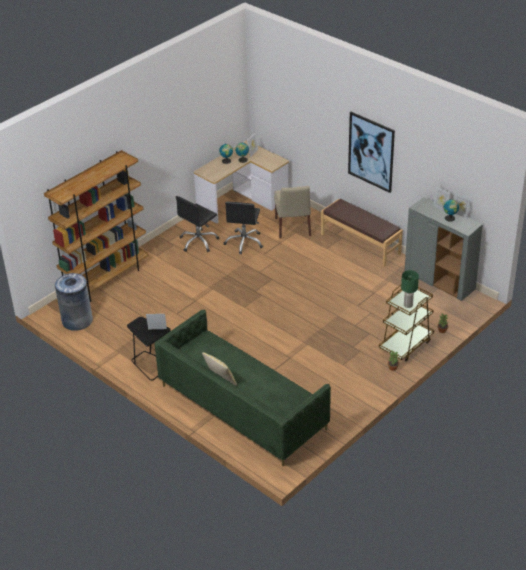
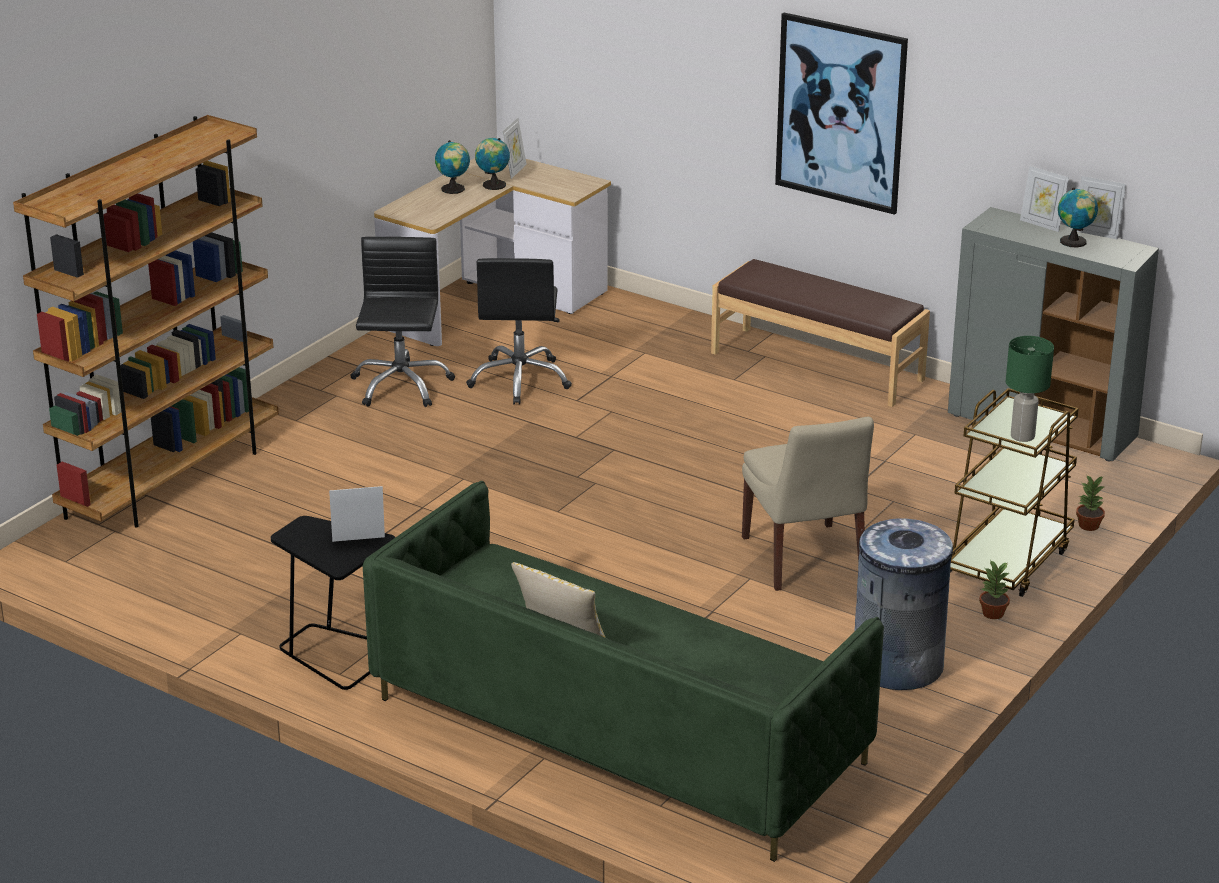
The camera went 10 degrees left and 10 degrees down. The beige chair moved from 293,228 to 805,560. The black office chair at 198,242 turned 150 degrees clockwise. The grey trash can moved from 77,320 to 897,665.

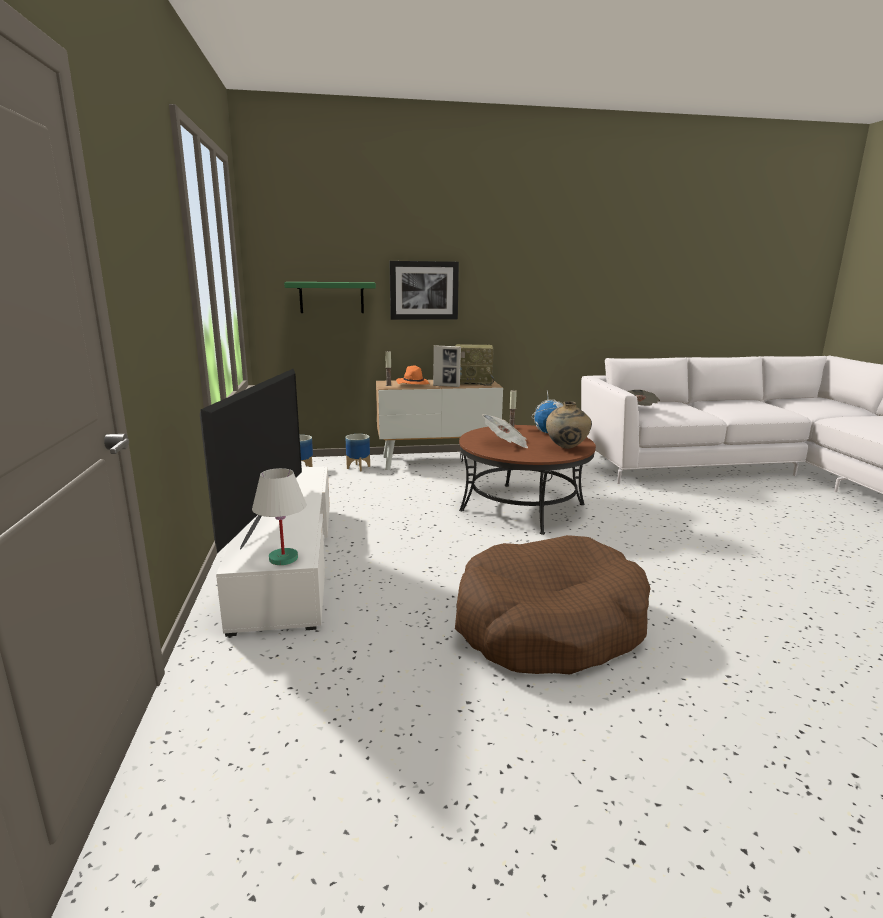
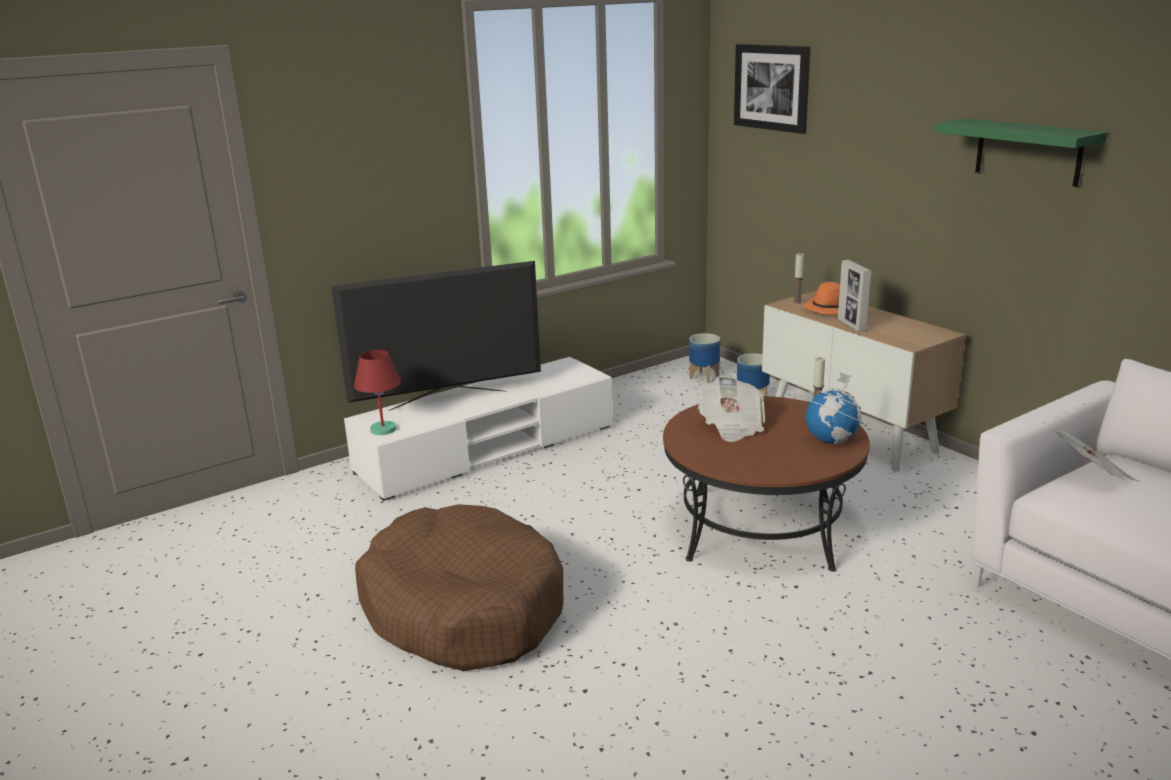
The camera went 65 degrees right and 5 degrees up. The picture moved from 424,290 to 772,87. The green shelf moved from 331,297 to 1028,152. The radio at 474,382 disappeared. The beige vase at 566,448 disappeared. The white table lamp at 283,558 became the red table lamp at 383,429.

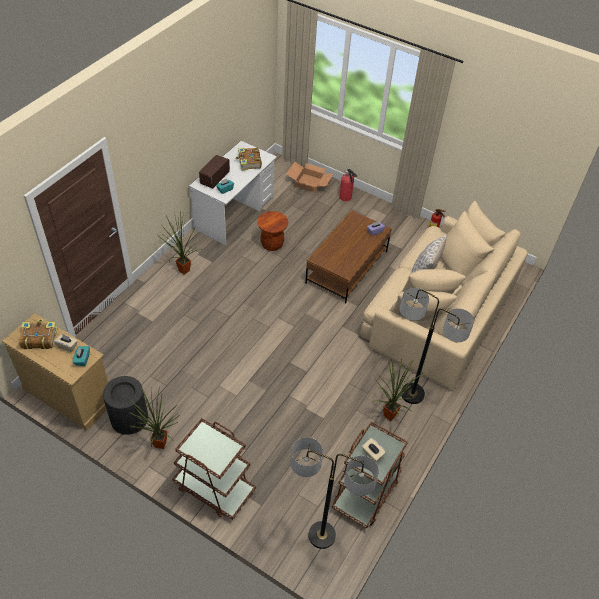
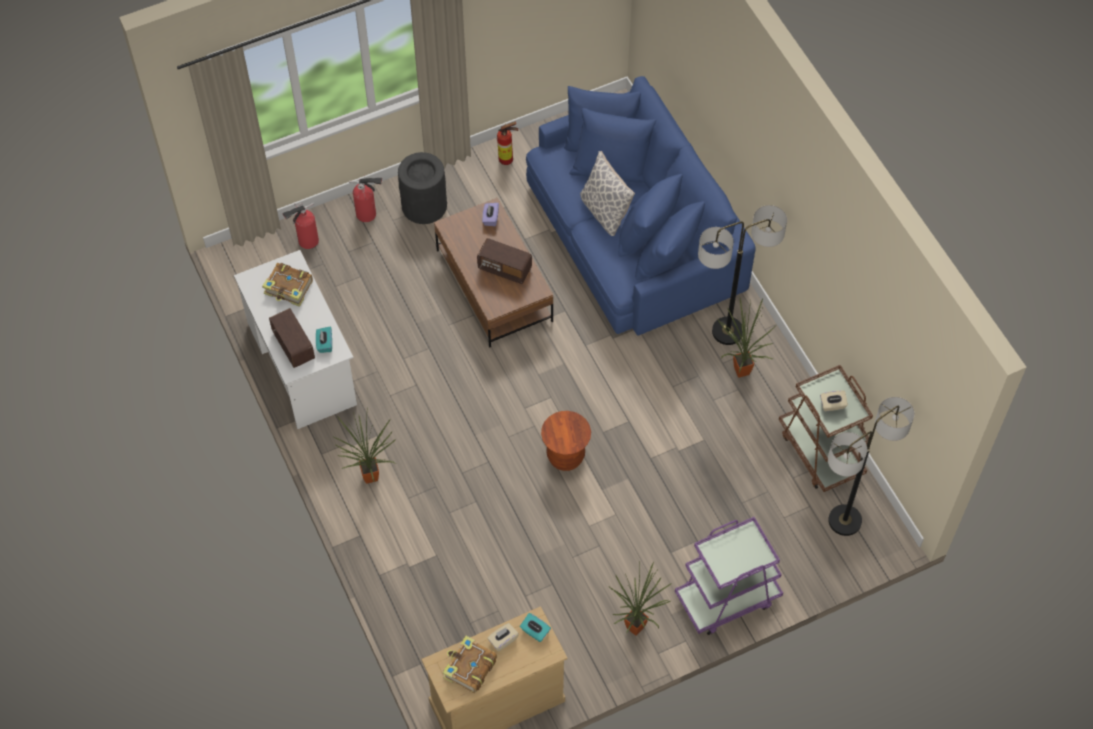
The camera went 55 degrees left and 10 degrees up. The cardboard box at 308,183 was replaced by the fire extinguisher at 306,241. The beige sofa at 438,314 became the blue sofa at 634,234. The brown stool moved from 272,244 to 565,456. The black trash can moved from 129,418 to 424,205. The brown cart at 214,488 became the purple cart at 727,598. The radio at 504,269 appeared.

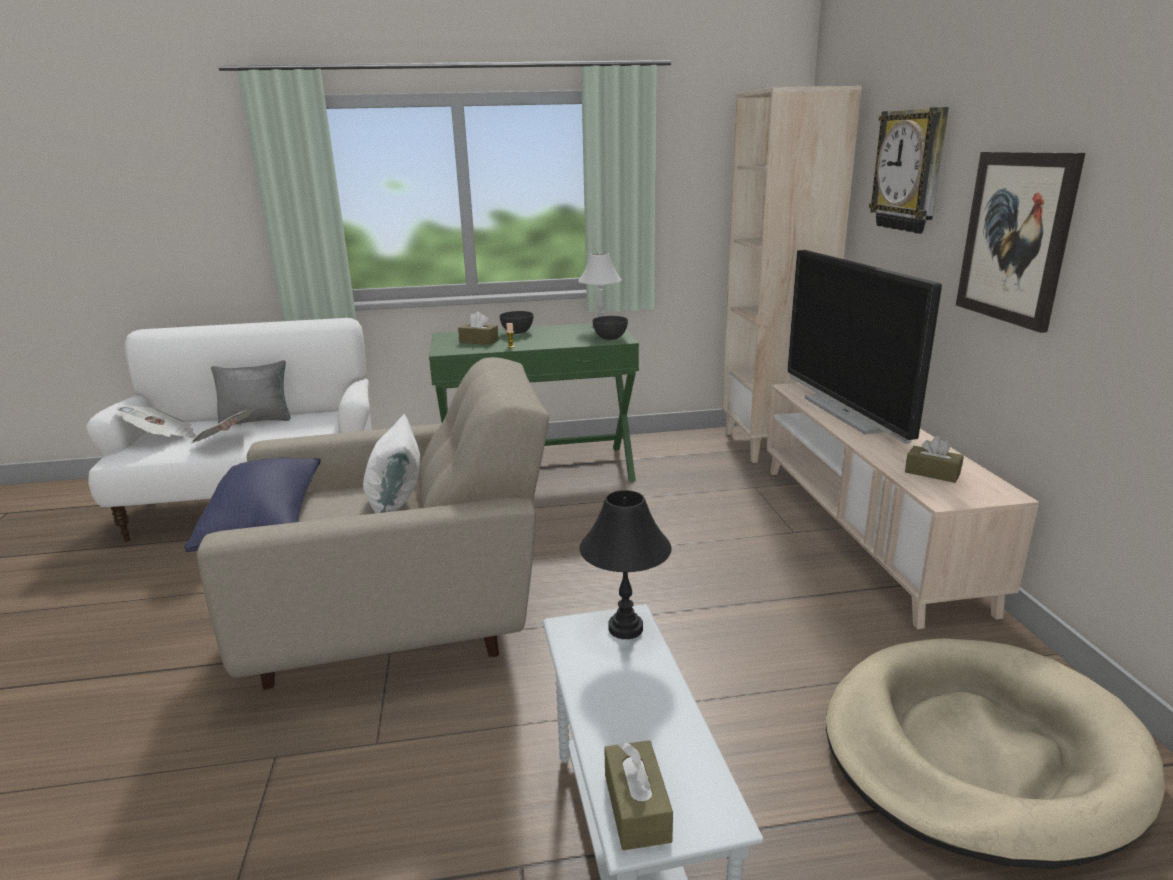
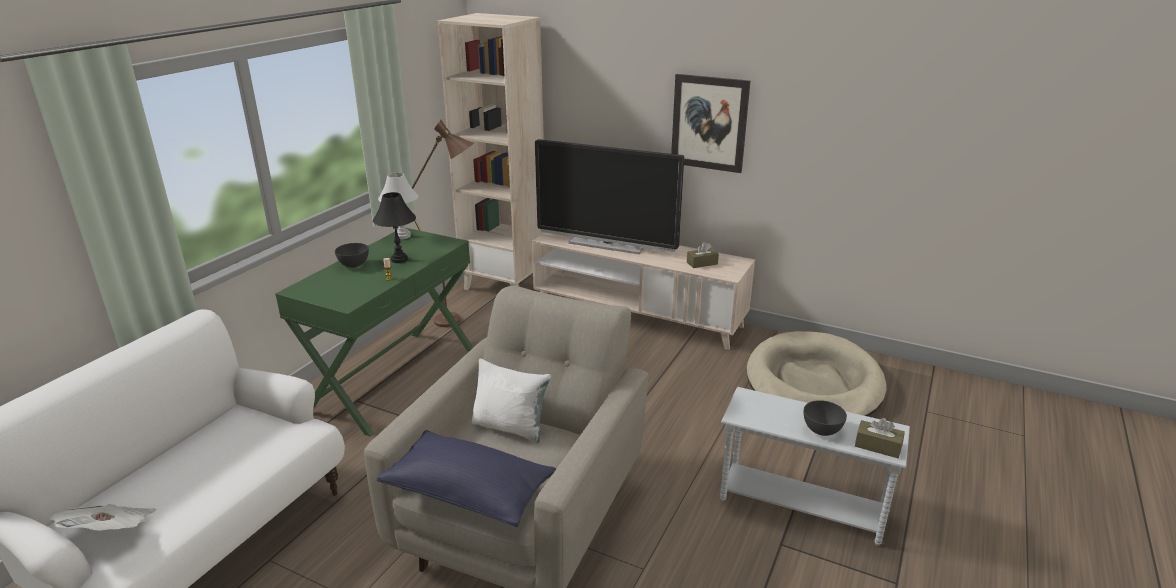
The camera went 55 degrees left and 5 degrees up. The wall clock at 910,171 disappeared. The brown tissue box at 479,341 disappeared. The grey bowl moved from 610,338 to 821,430. The grey pillow at 257,420 disappeared. The newspaper at 227,441 disappeared. The black table lamp moved from 625,629 to 399,260. The brown floor lamp at 457,321 appeared.

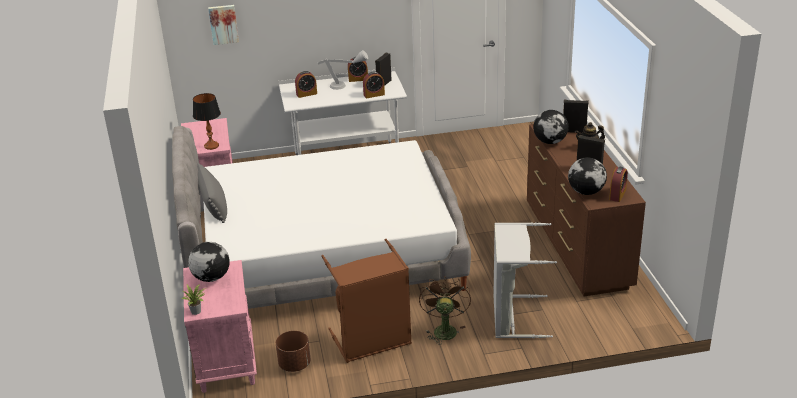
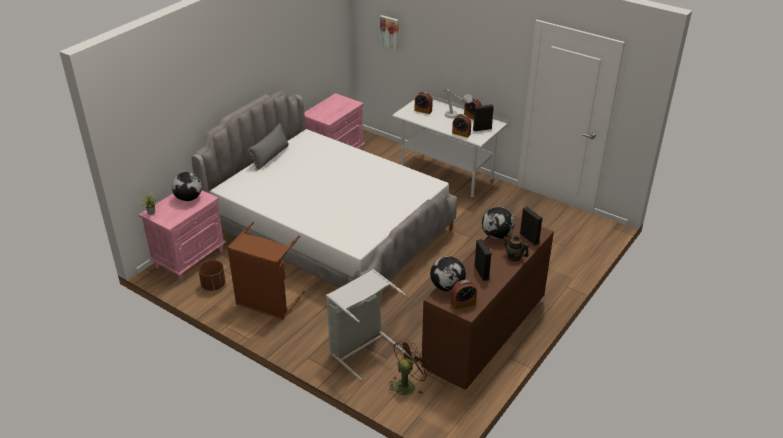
The camera went 45 degrees right and 5 degrees up. The table lamp at 211,146 disappeared. The brown fan moved from 444,329 to 407,384.

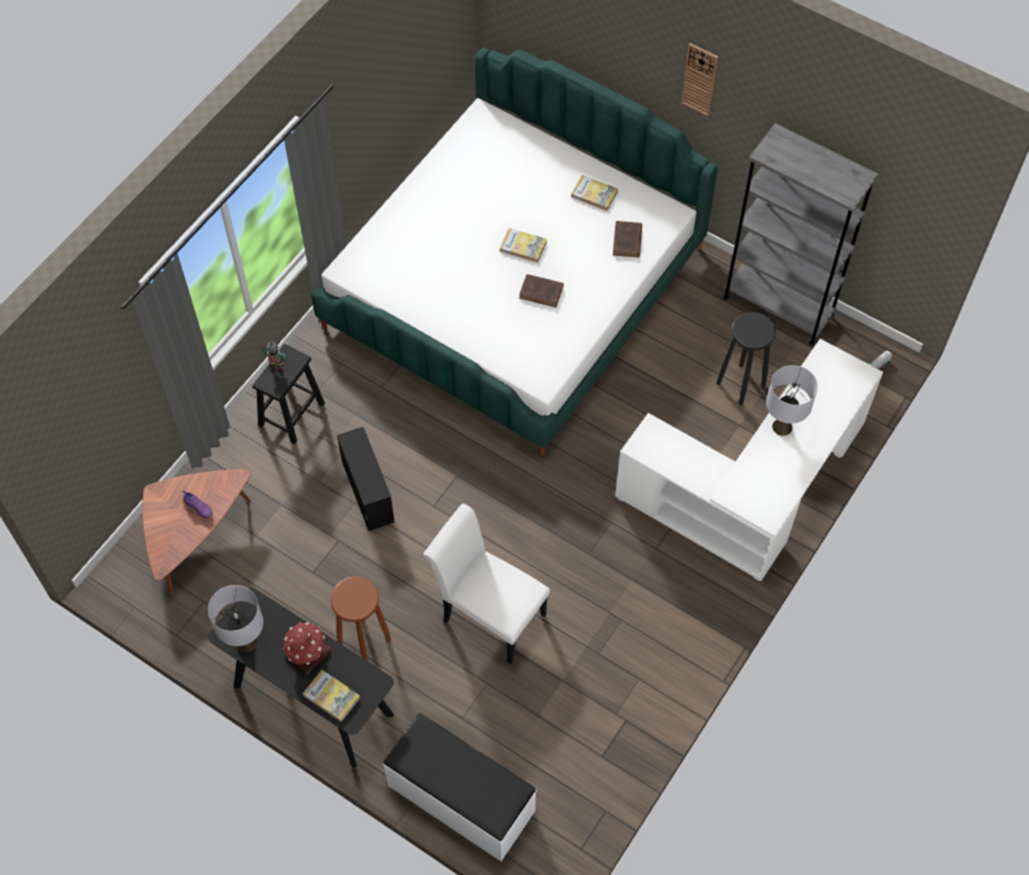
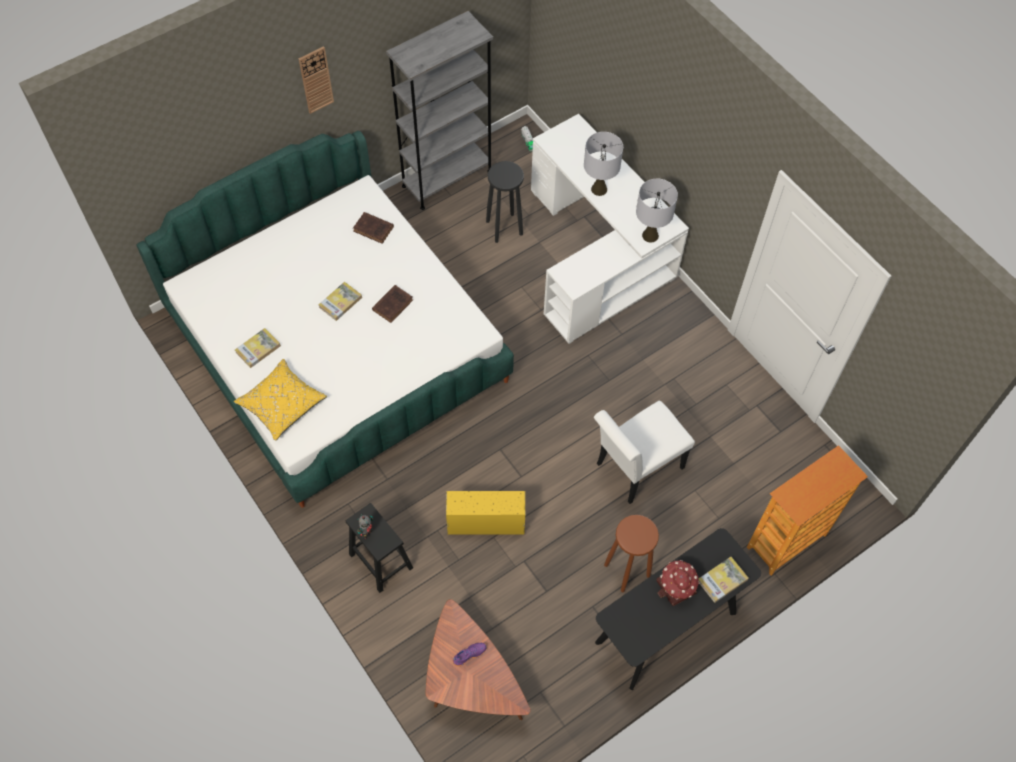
The camera went 70 degrees left and 0 degrees up. The book moved from 594,194 to 258,349. The black storage box at 367,490 became the yellow storage box at 484,523. The grey table lamp moved from 245,642 to 650,235. The white bench at 460,799 was replaced by the bookcase at 787,542. The yellow pillow at 281,404 appeared.

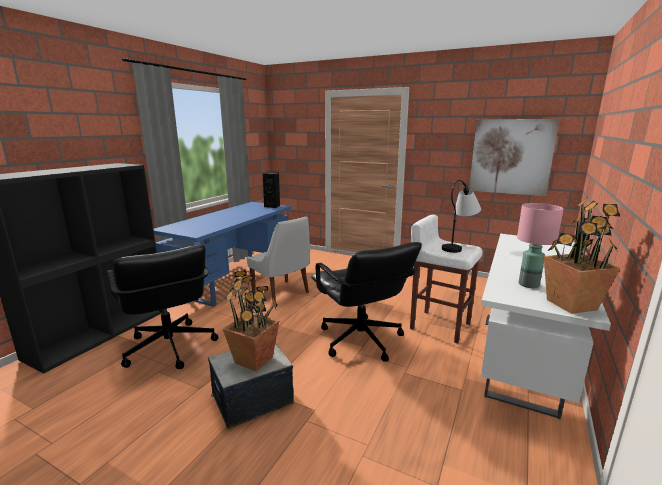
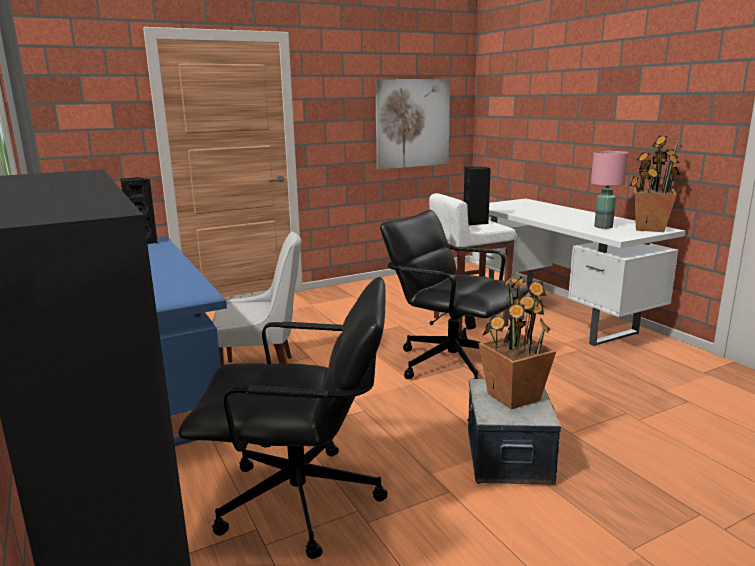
The camera went 55 degrees left and 0 degrees up. The table lamp at 459,246 was replaced by the black speaker at 475,222. The black office chair at 360,340 turned 150 degrees counterclockwise.

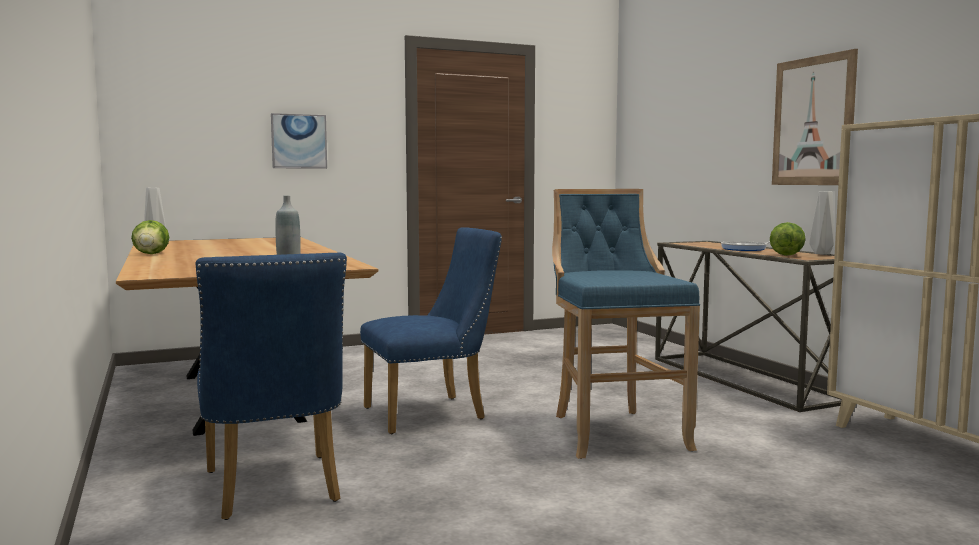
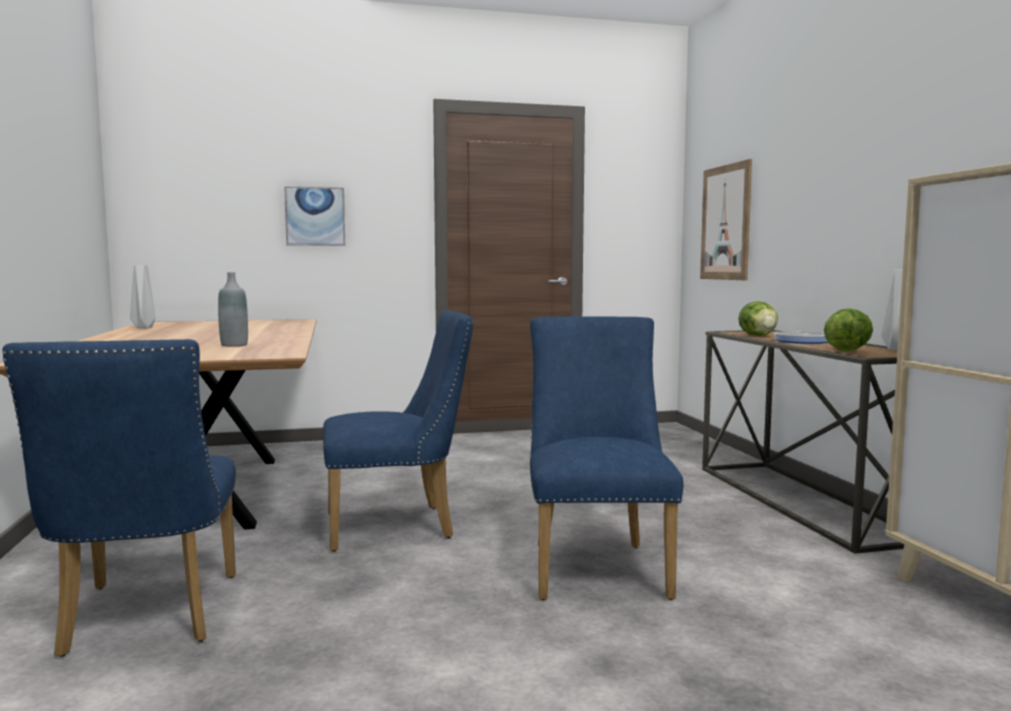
The camera went 10 degrees right and 0 degrees up. The picture moved from 813,121 to 725,222. The blue stool at 613,431 was replaced by the blue chair at 597,566. The lettuce moved from 151,254 to 758,336.

